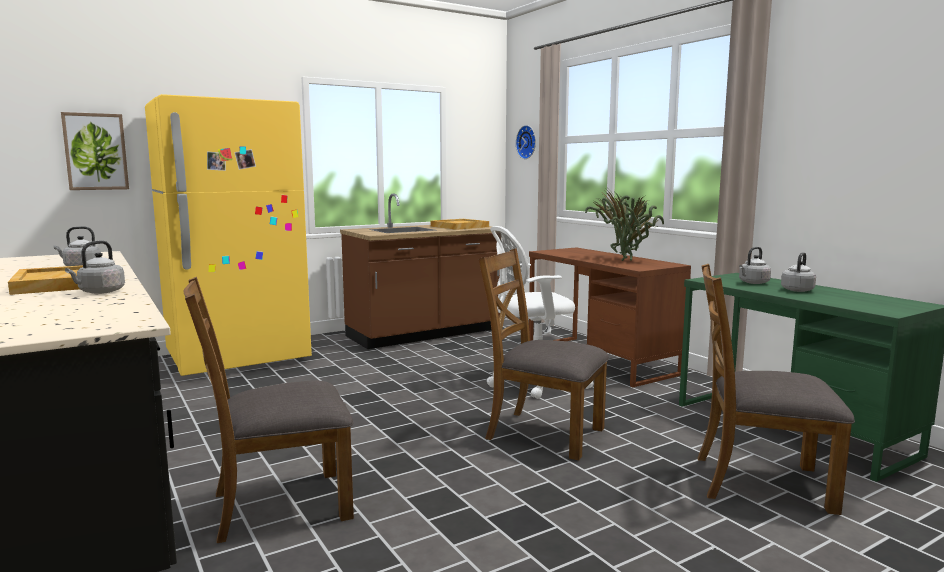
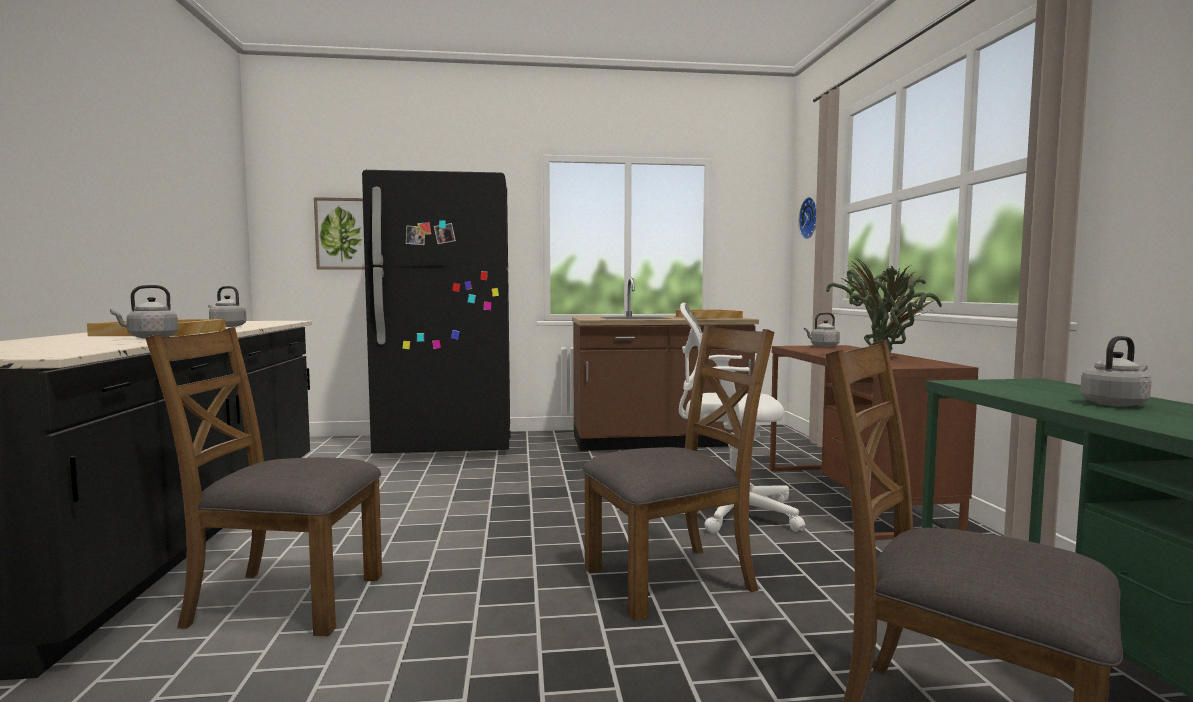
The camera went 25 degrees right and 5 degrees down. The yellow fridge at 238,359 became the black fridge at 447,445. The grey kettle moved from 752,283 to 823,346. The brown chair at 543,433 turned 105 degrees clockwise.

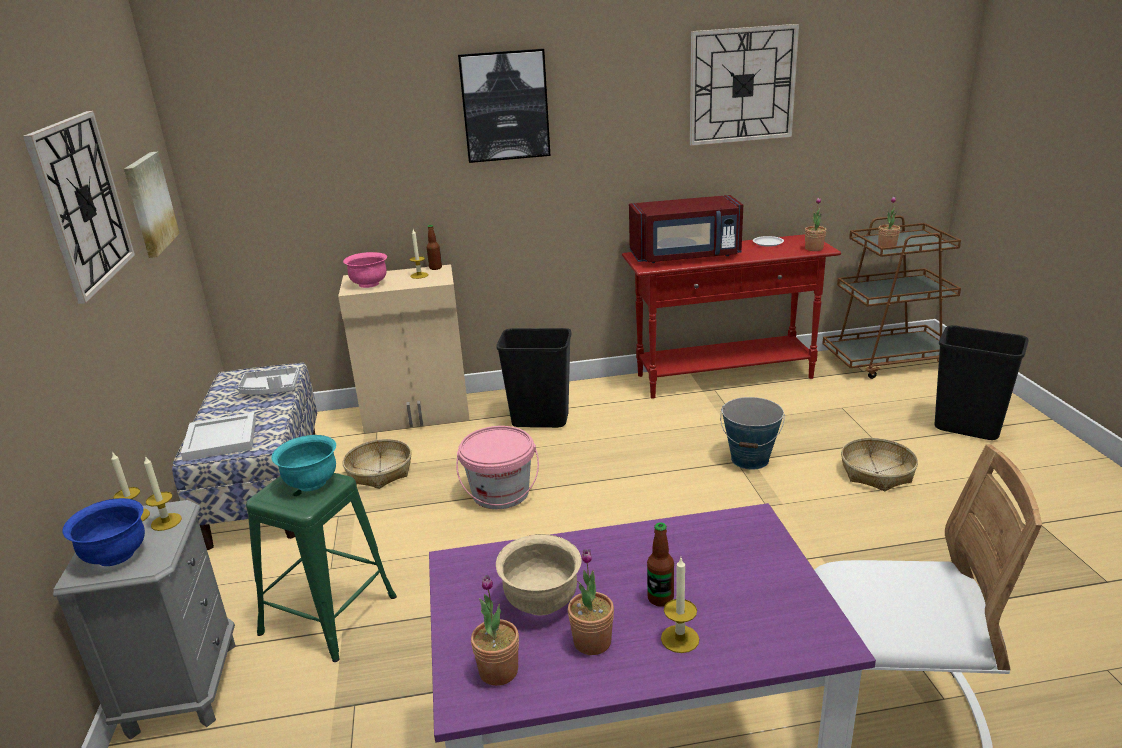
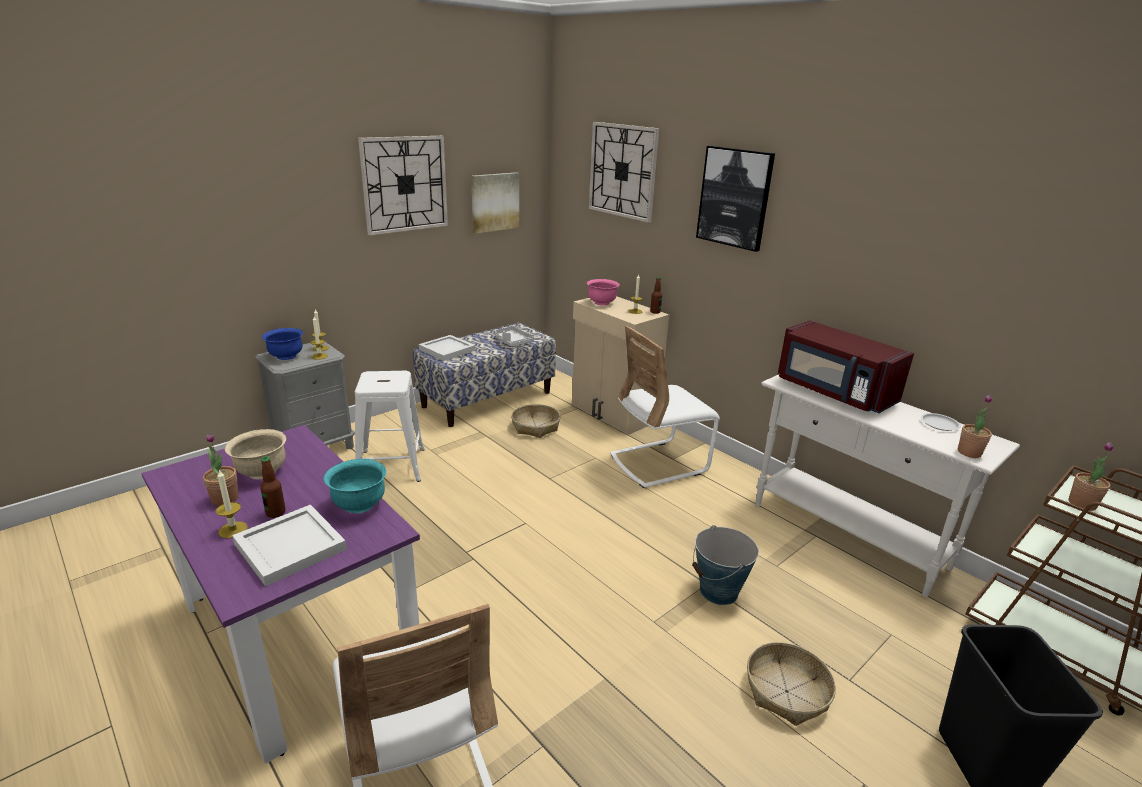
The camera went 55 degrees right and 0 degrees up. The wall clock moved from 742,85 to 622,171. The red console table at 725,377 became the white console table at 847,536. The black trash can at 539,421 was replaced by the white chair at 658,463. The pink bucket at 500,493 disappeared. The turquoise bowl moved from 311,483 to 359,505. The green stool at 328,614 became the white stool at 391,465. The potted plant at 498,671 disappeared. The white tray at 291,545 appeared.

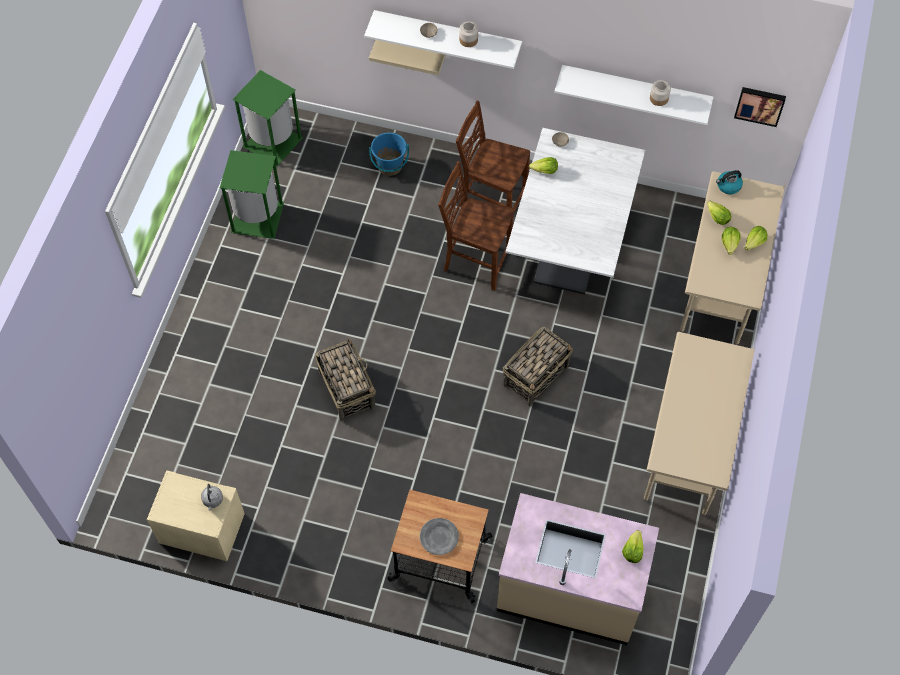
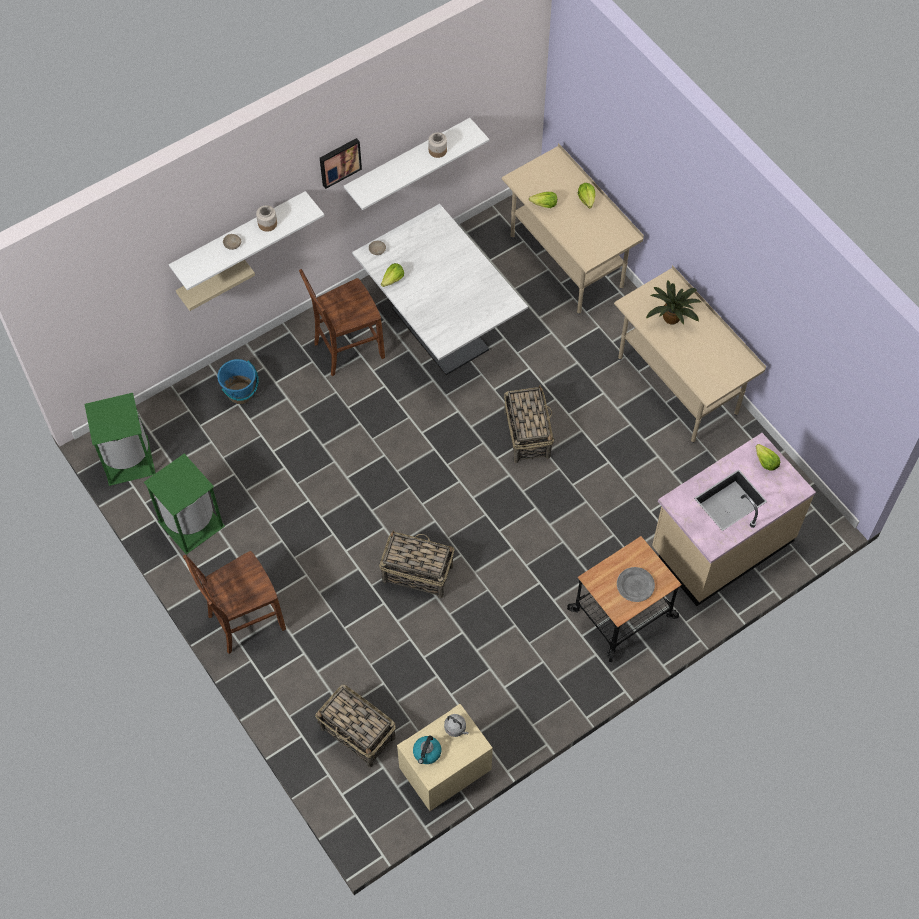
The camera went 50 degrees left and 0 degrees up. The picture moved from 760,105 to 339,161. The brown chair moved from 475,261 to 244,621. The kettle moved from 728,186 to 427,753. The lettuce at 729,244 disappeared. The potted plant at 672,316 appeared. The basket at 358,733 appeared.

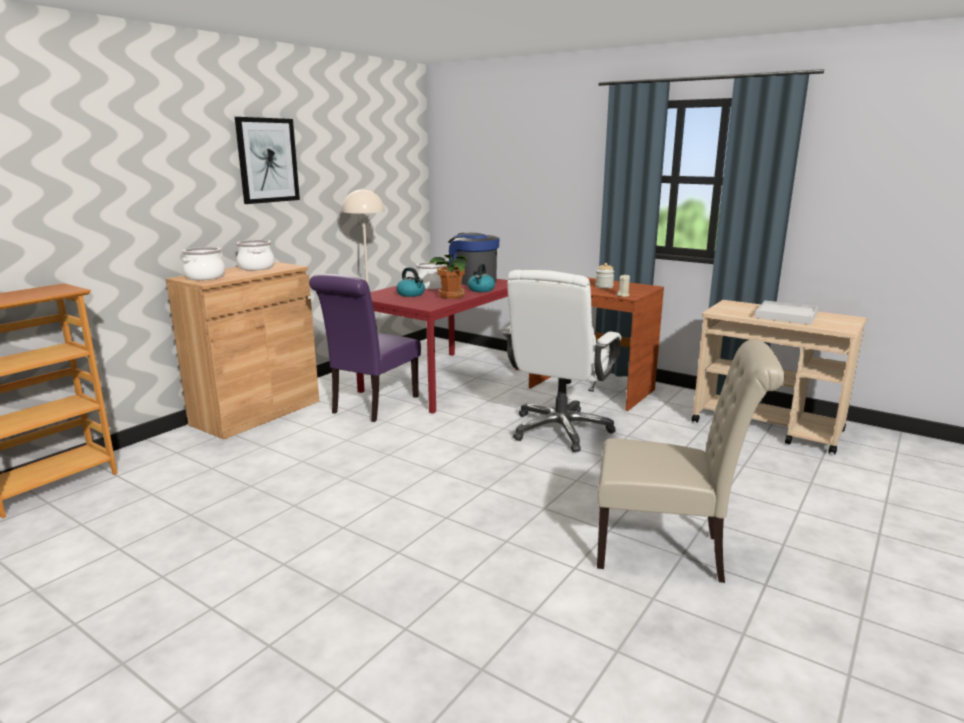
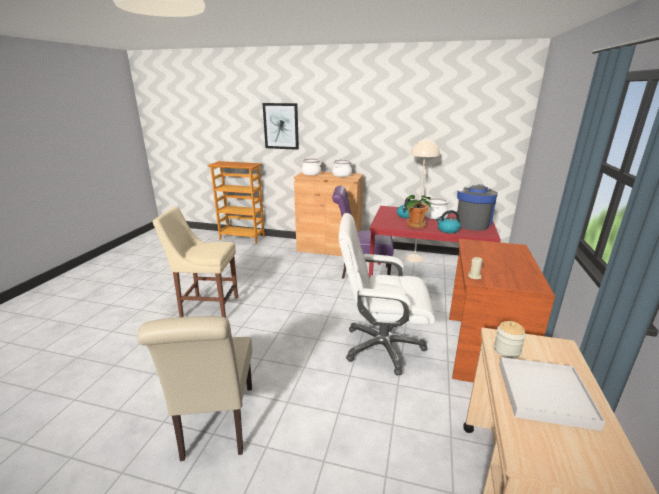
The camera went 70 degrees right and 5 degrees up. The picture moved from 267,160 to 281,126. The jar moved from 604,287 to 506,350. The beige chair at 207,306 appeared.

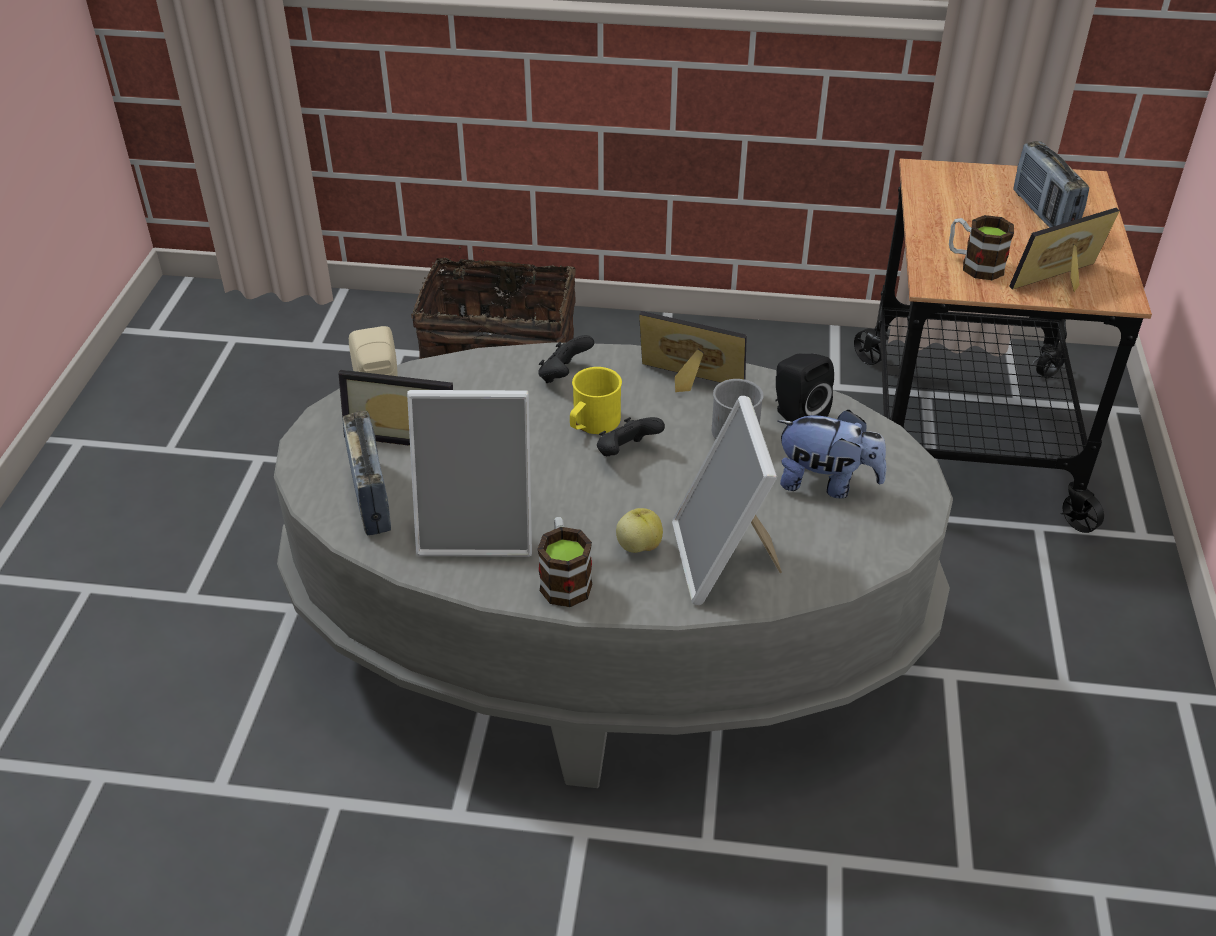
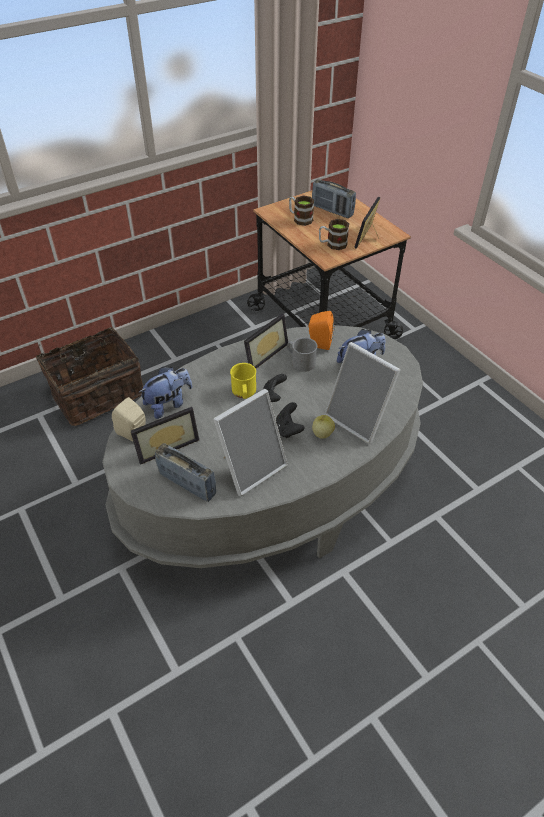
The camera went 40 degrees left and 5 degrees up. The picture frame at 687,384 turned 150 degrees clockwise. The black game controller moved from 564,375 to 288,429. The black speaker at 796,416 became the orange speaker at 318,344. The mug moved from 564,578 to 300,219. The plush toy at 168,404 appeared.

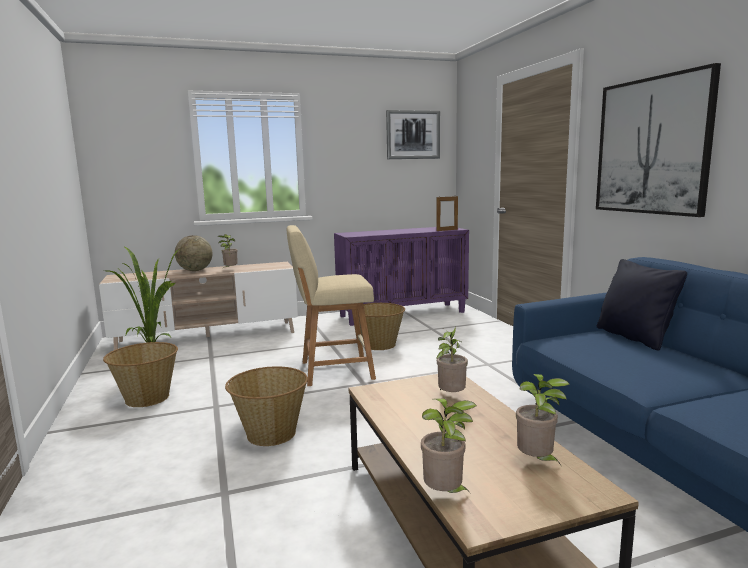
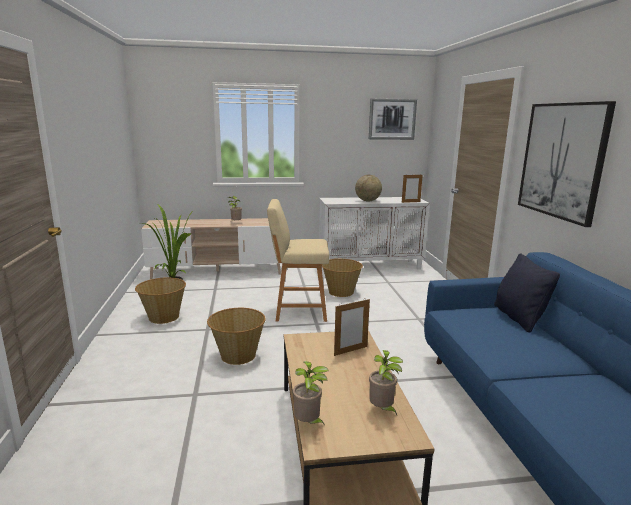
The camera went 10 degrees right and 5 degrees up. The purple cabinet at 403,314 became the white cabinet at 370,266. The globe moved from 195,270 to 367,201. The potted plant at 450,396 was replaced by the picture frame at 350,351.

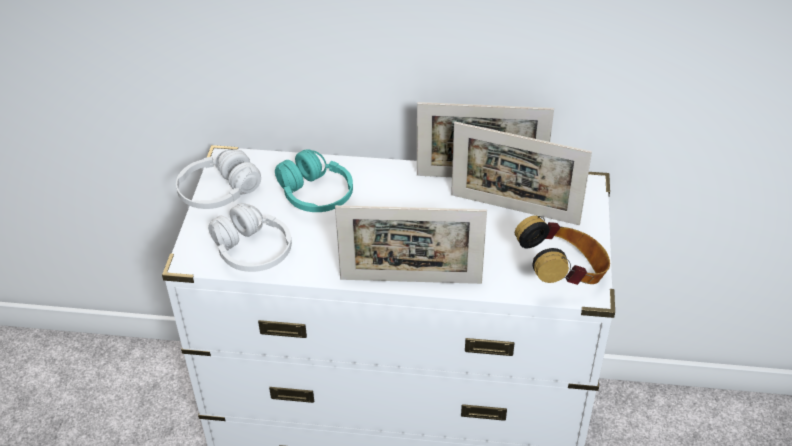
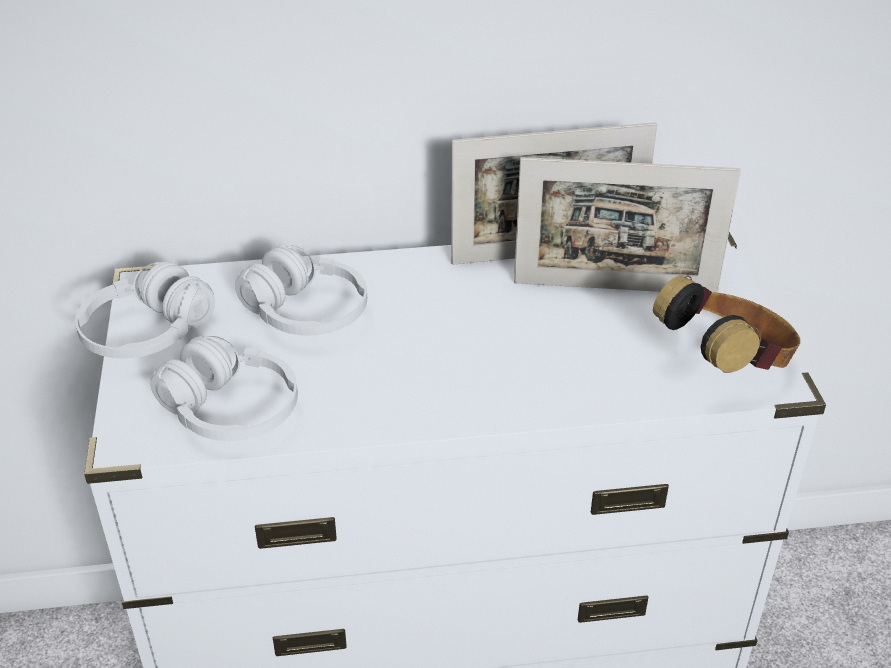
The camera went 15 degrees left and 5 degrees down. The turquoise headphones at 315,194 became the white headphones at 305,313. The picture frame at 410,281 disappeared.

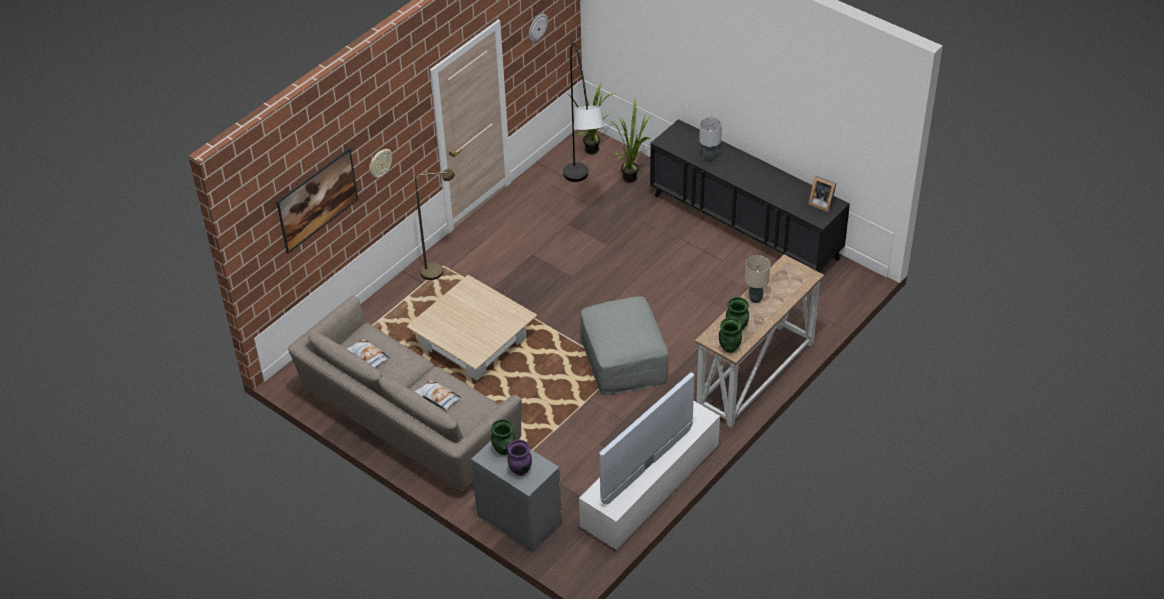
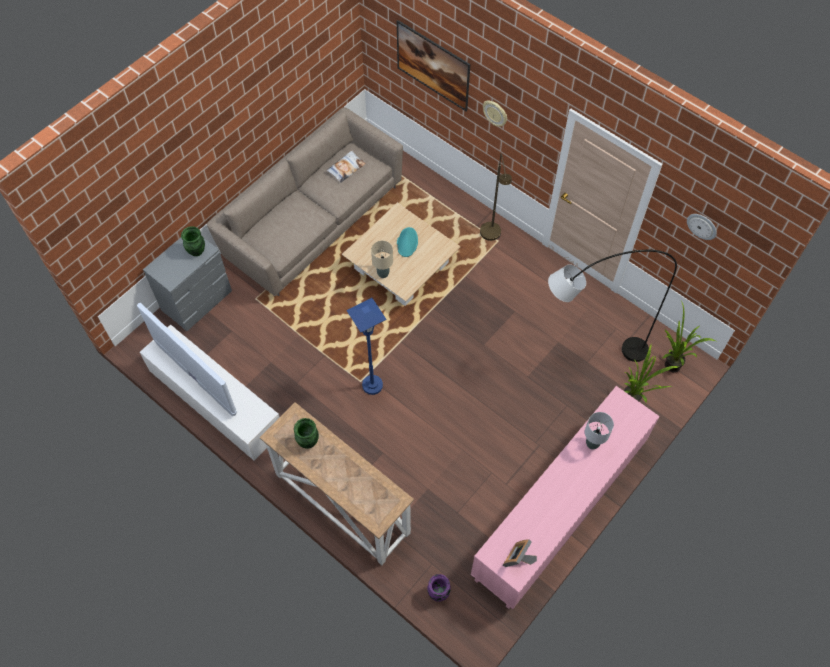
The camera went 90 degrees right and 15 degrees up. The black cabinet at 745,226 became the pink cabinet at 559,511. The beige table lamp moved from 755,299 to 383,274. The grey ottoman at 623,359 was replaced by the blue floor lamp at 372,385. The green vase at 729,347 disappeared. The pillow at 437,397 disappeared. The purple vase moved from 520,470 to 438,593. The turquoise hat at 407,242 appeared.

